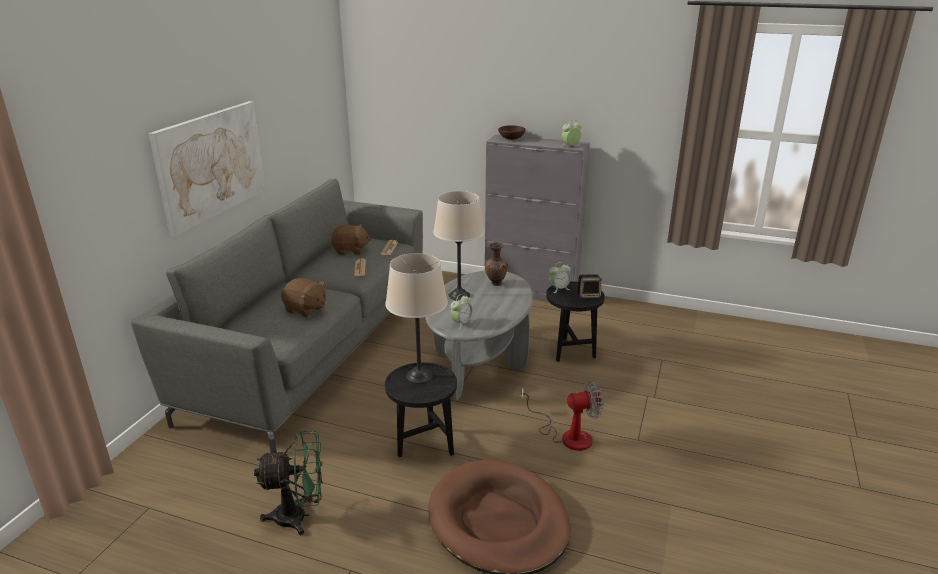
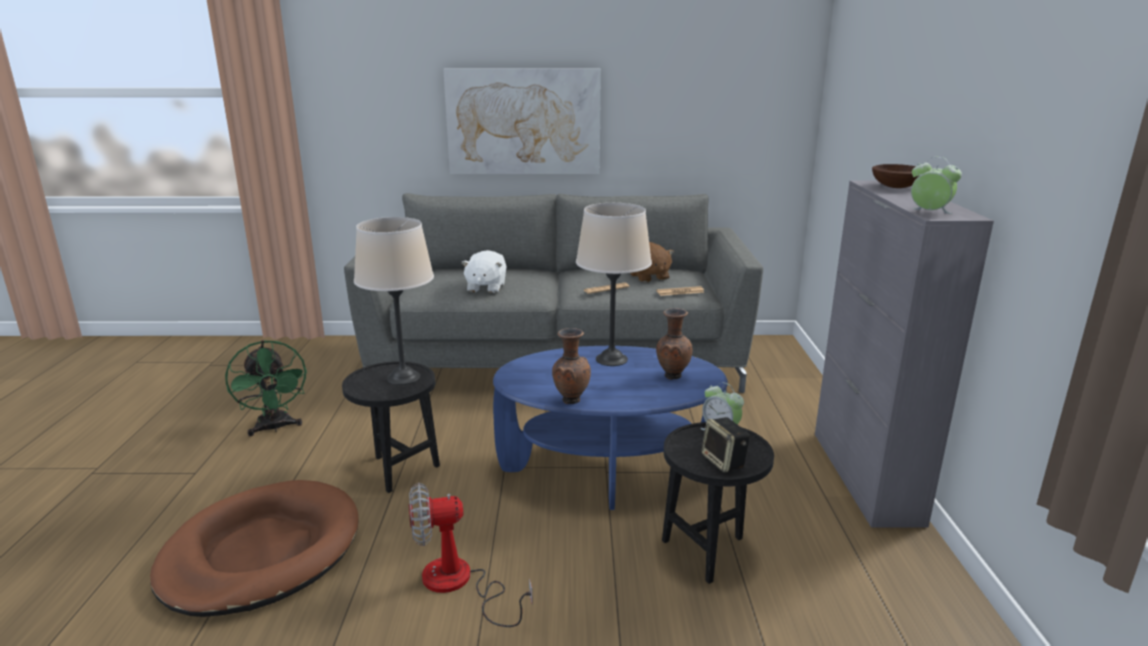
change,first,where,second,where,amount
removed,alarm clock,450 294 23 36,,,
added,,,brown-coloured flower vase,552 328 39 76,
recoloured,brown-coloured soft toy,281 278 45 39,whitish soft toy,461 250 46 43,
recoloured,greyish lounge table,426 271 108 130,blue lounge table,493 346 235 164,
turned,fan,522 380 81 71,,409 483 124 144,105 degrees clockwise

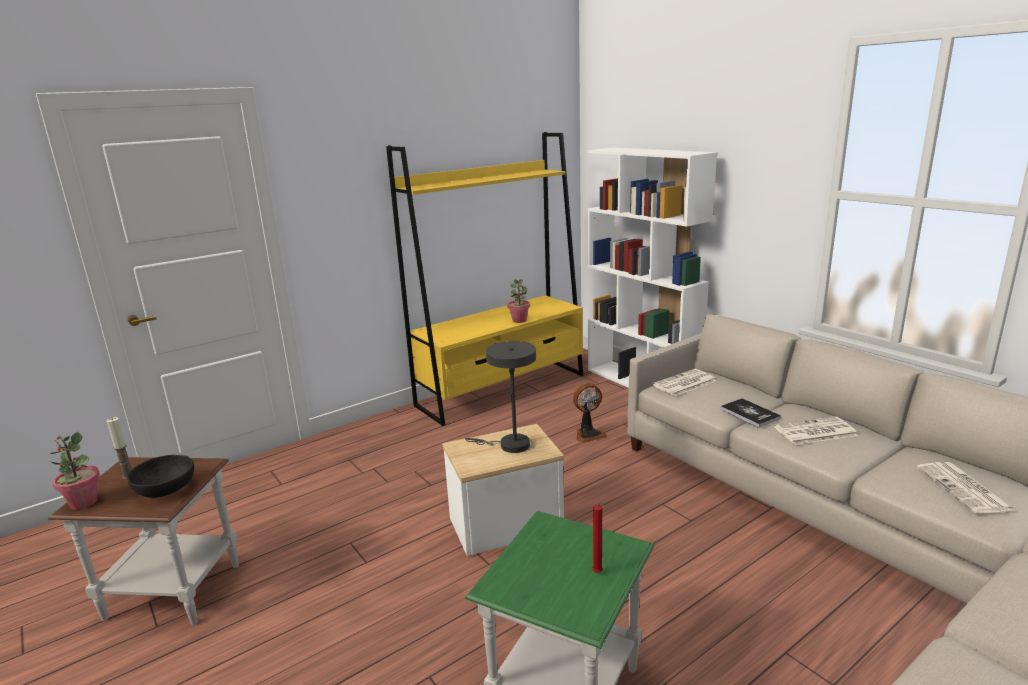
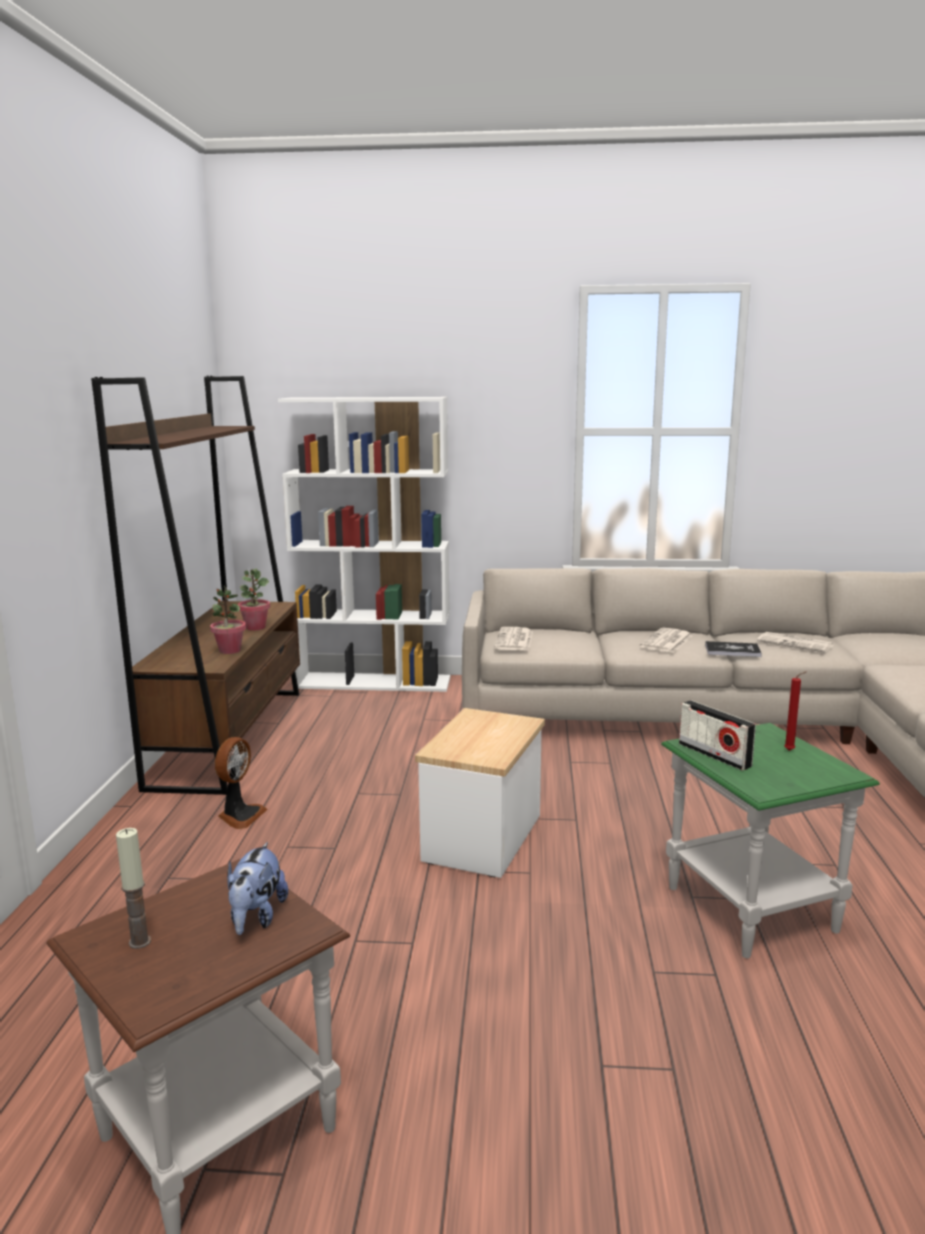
change,first,where,second,where,amount
removed,greyish lamp for a table,465 341 71 112,,,
added,,,radio,679 700 77 70,
moved,plant in a pot,49 432 51 78,,210 586 36 68,
moved,fan,573 383 33 60,,215 737 53 92,
moved,volume,720 398 61 30,,705 641 57 16,
replaced,black bowl,127 455 67 43,soft toy,227 842 61 93,
recoloured,yellowish bookcase,386 132 197 294,brown-coloured bookcase,91 376 209 419,

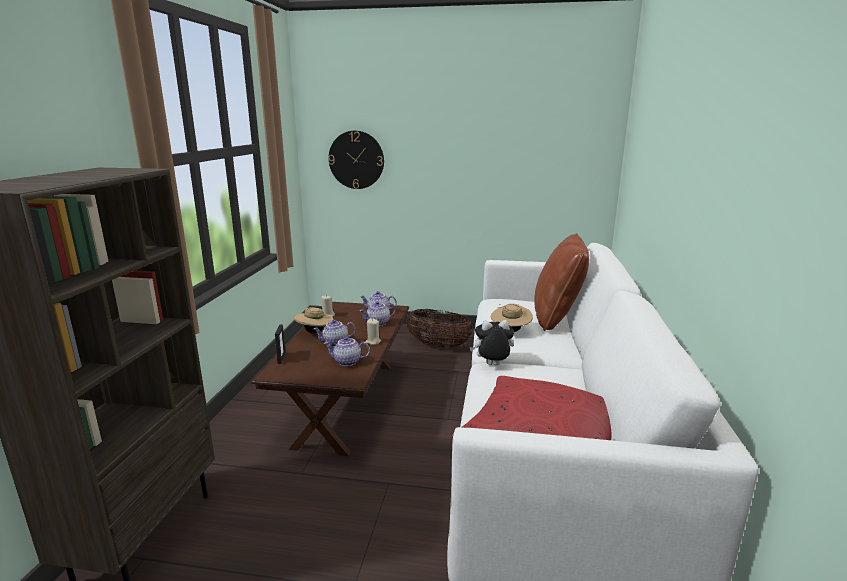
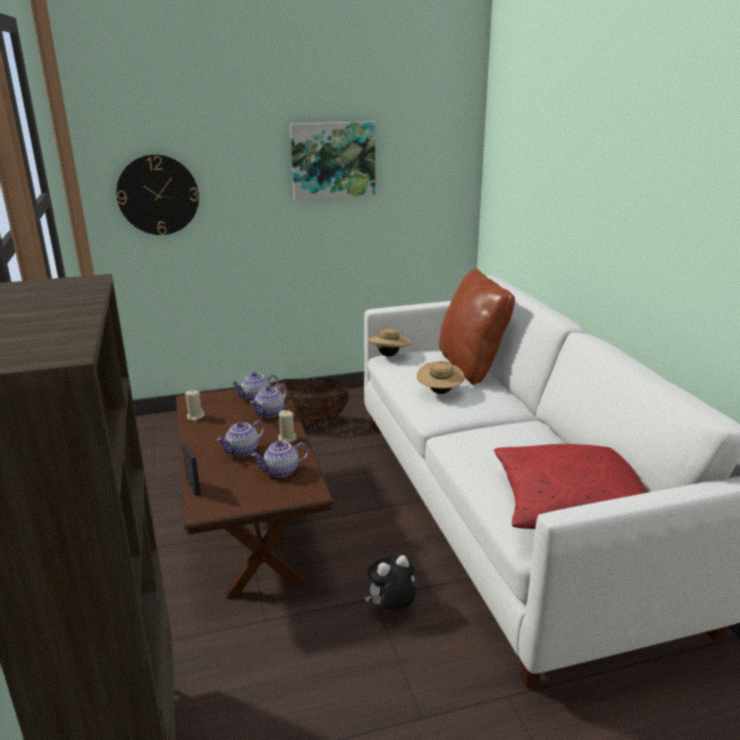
change,first,where,second,where,amount
added,,,wall art,290 121 85 79,
moved,beige clothing hat,294 307 40 26,,368 329 42 28,
moved,soft toy,469 320 45 46,,365 555 51 55,

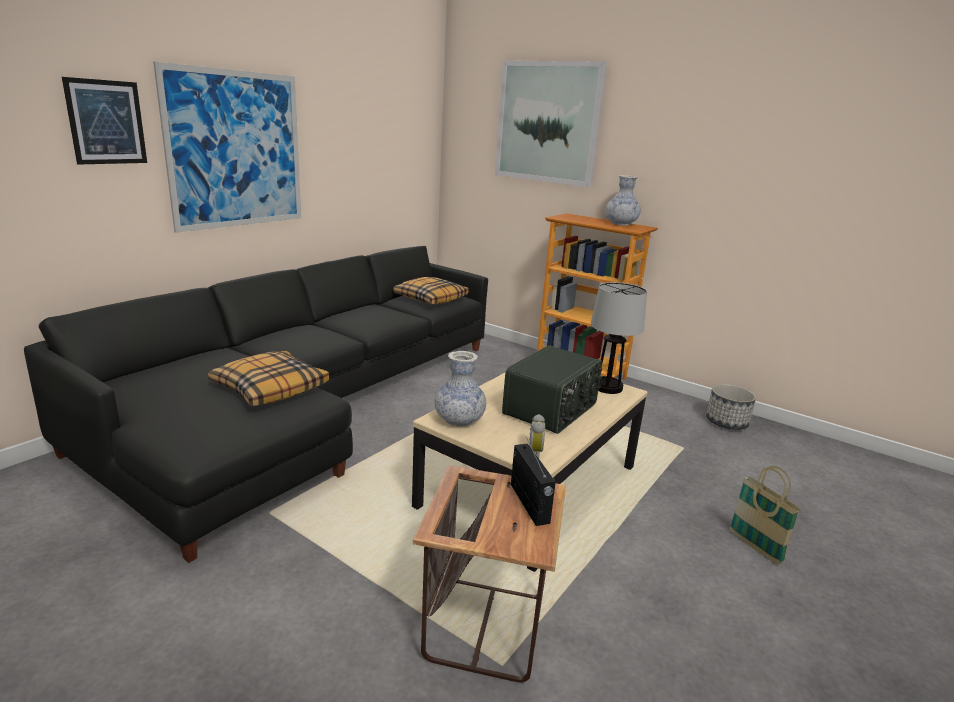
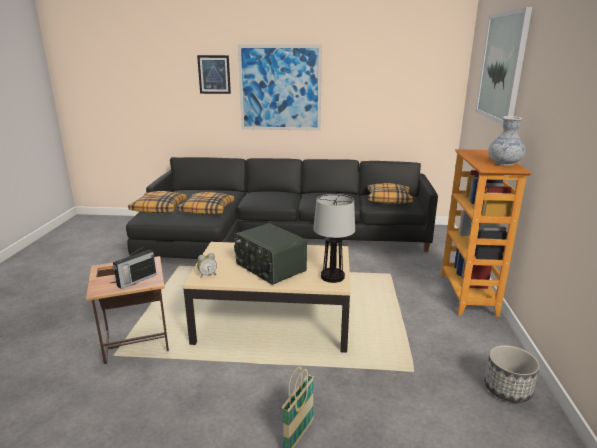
change,first,where,second,where,amount
removed,flower vase,435 351 51 76,,,
added,,,pillow,128 191 59 22,
turned,radio,502 345 100 89,,234 223 73 62,45 degrees clockwise

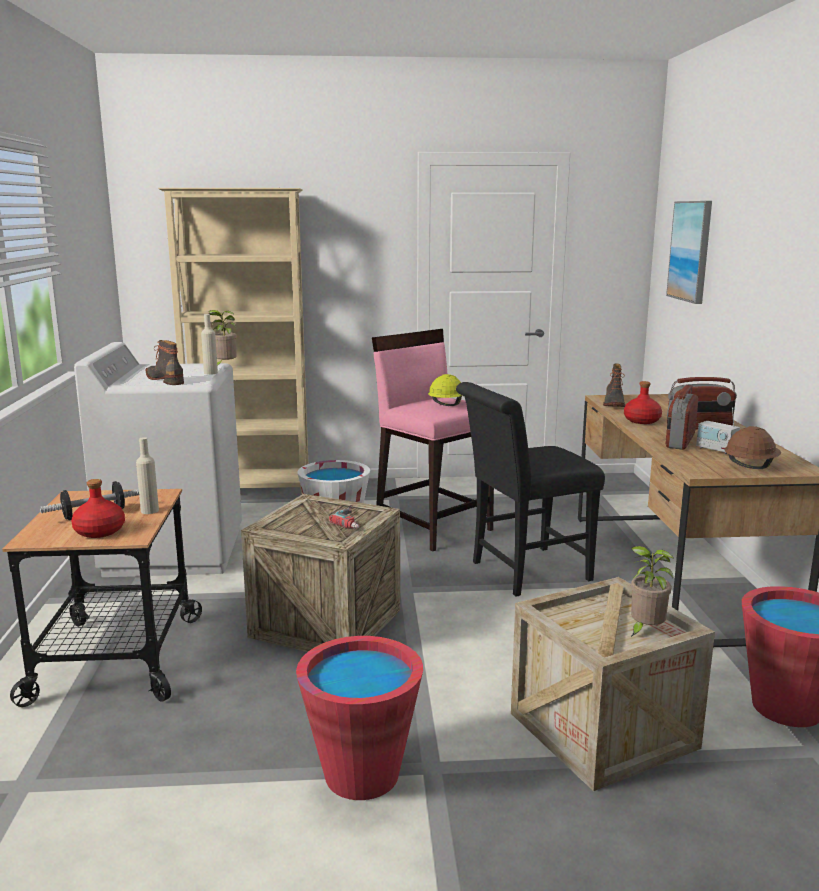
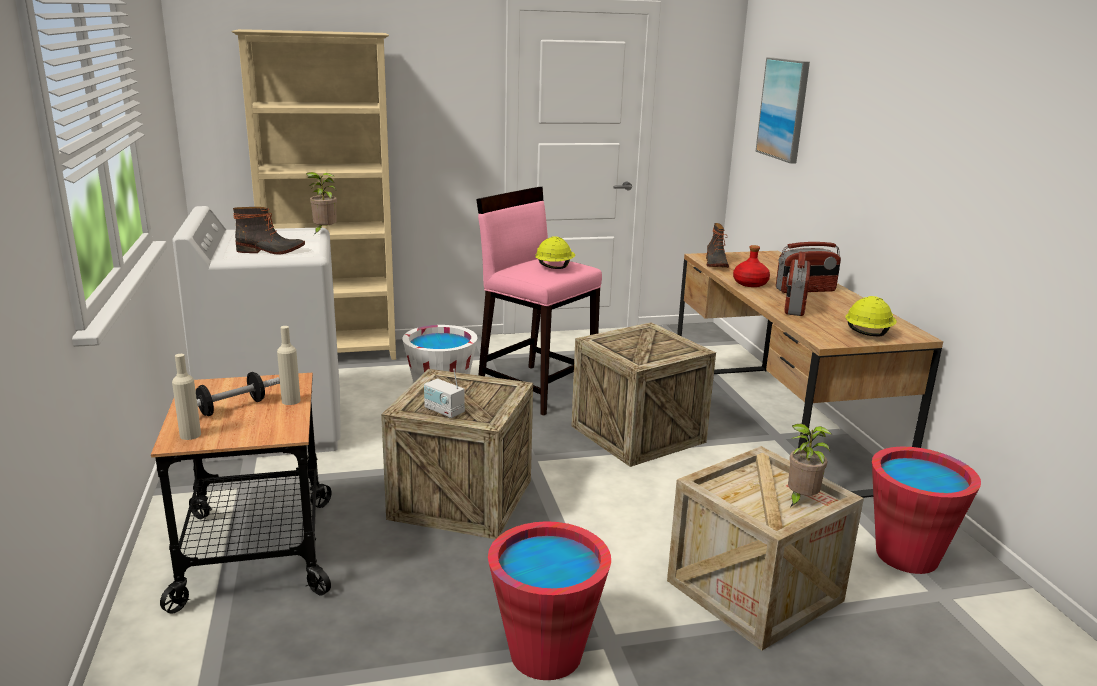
change,first,where,second,where,amount
removed,reddish beverage bottle,71 479 54 59,,,
removed,electric drill,329 505 30 24,,,
moved,beige beverage bottle,201 314 17 61,,172 354 29 86,
moved,radio,696 407 44 47,,424 369 41 49,
replaced,black plain chair,456 382 149 214,packing crate,571 322 145 145,
recoloured,brown-coloured safety helmet,724 426 57 43,yellowish safety helmet,845 296 52 40,
turned,boot,146 340 38 45,,233 207 72 47,135 degrees clockwise

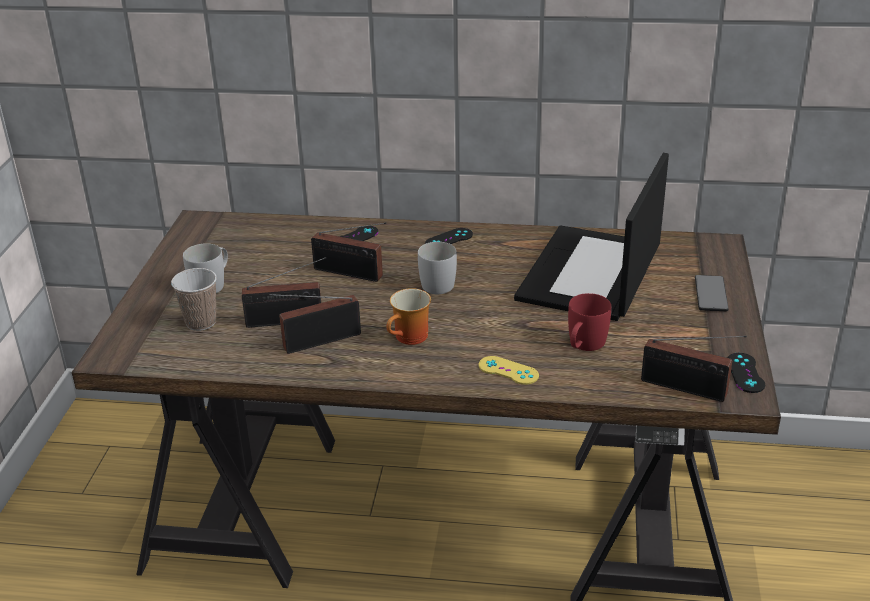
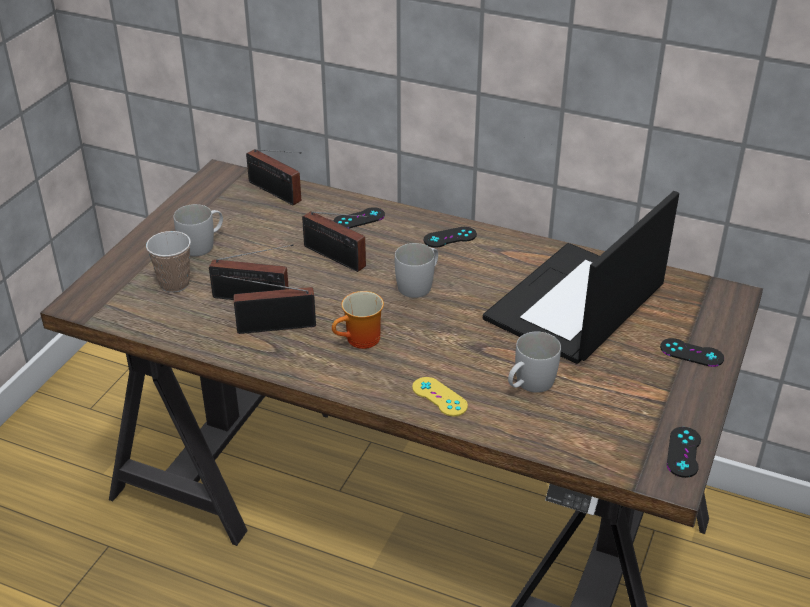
change,first,where,second,where,amount
moved,radio,641 336 106 66,,246 149 56 56,
replaced,telephone,695 275 34 36,black joypad,660 338 64 29,
recoloured,reddish tea mug,568 293 43 58,whitish tea mug,508 331 53 62,

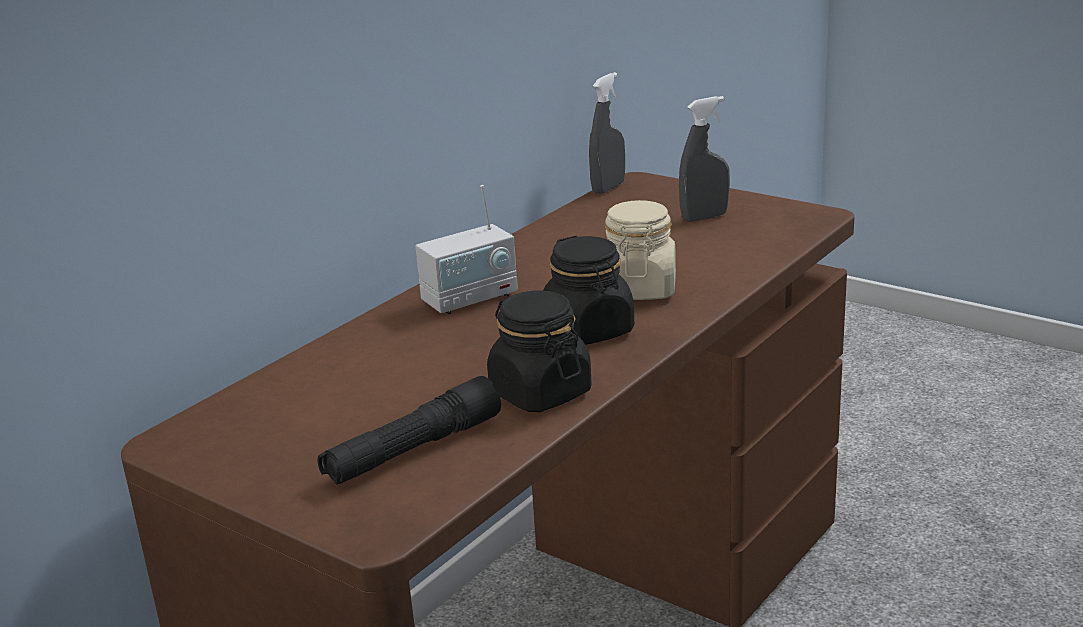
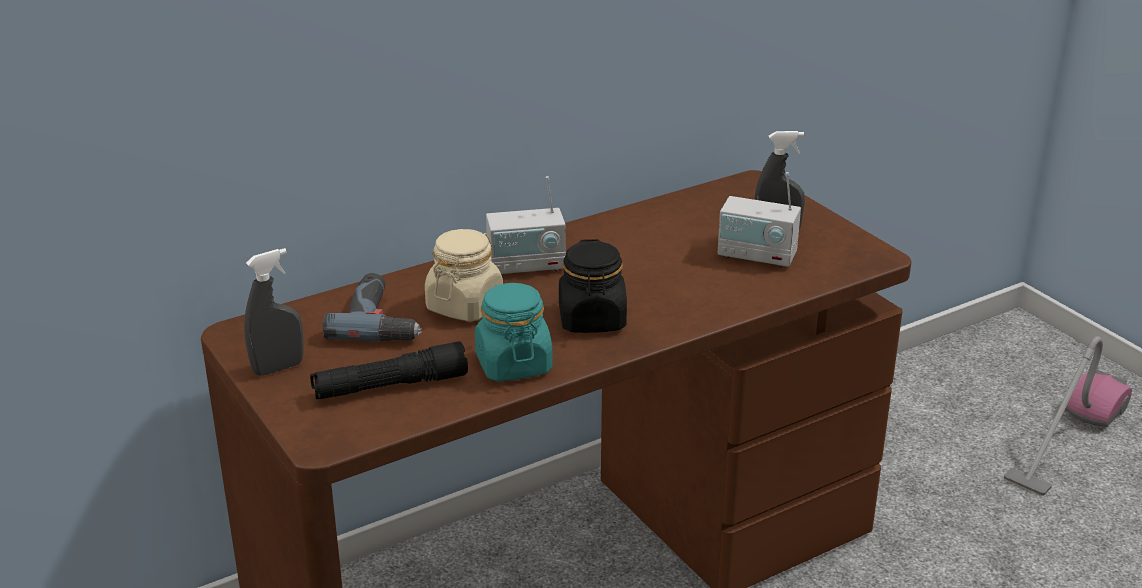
change,first,where,second,where,amount
added,,,electric drill,323 273 99 68,
added,,,radio,718 172 83 96,
added,,,vacuum cleaner,1004 336 128 160,
moved,greyish sprayer,589 72 36 122,,244 248 60 128,
moved,beige storage jar,605 200 71 100,,425 229 78 93,
recoloured,black storage jar,487 290 105 122,turquoise-coloured storage jar,475 283 78 98,

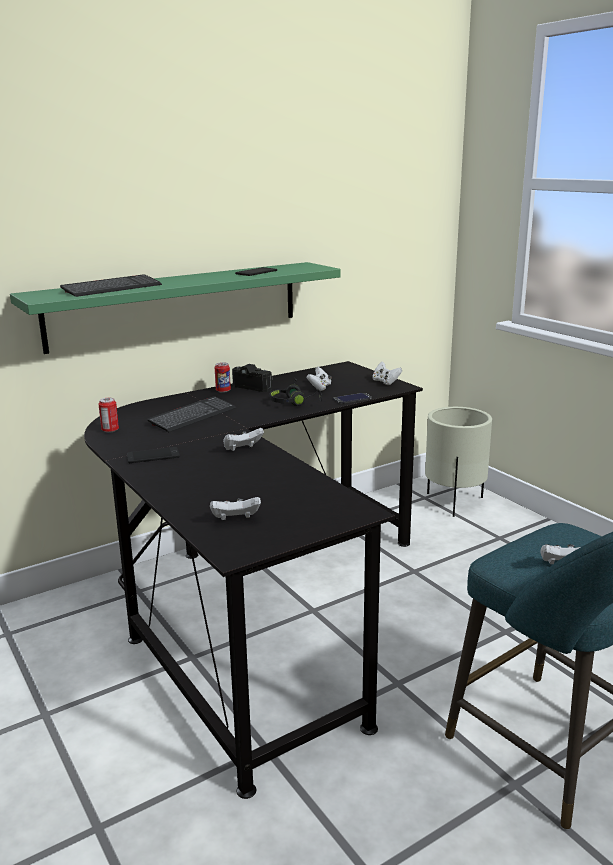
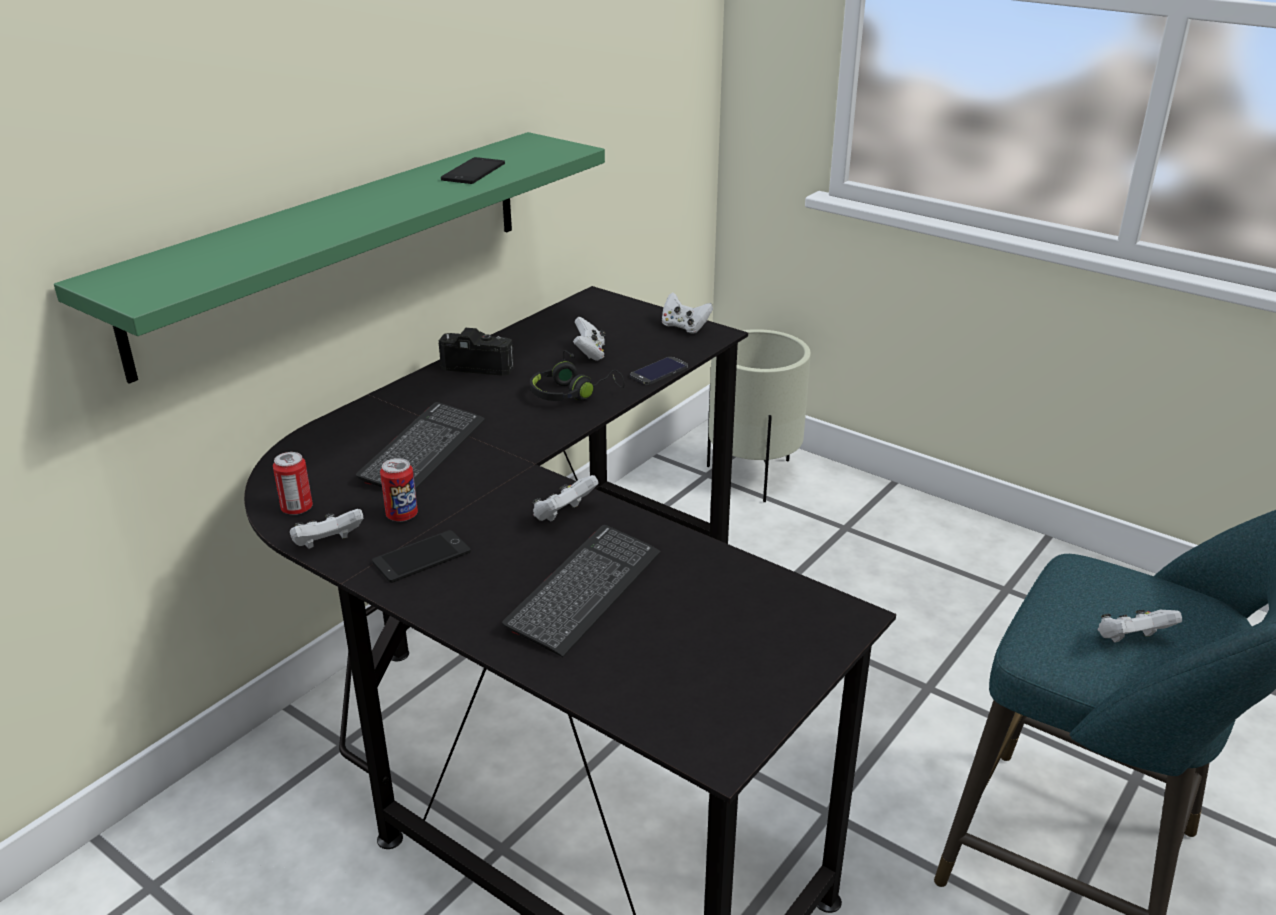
change,first,where,second,where,amount
moved,computer keyboard,60 274 102 23,,502 525 159 132,
moved,whitish joypad,210 497 51 23,,290 509 73 40,
moved,sealed can,215 362 16 31,,380 458 38 64,

